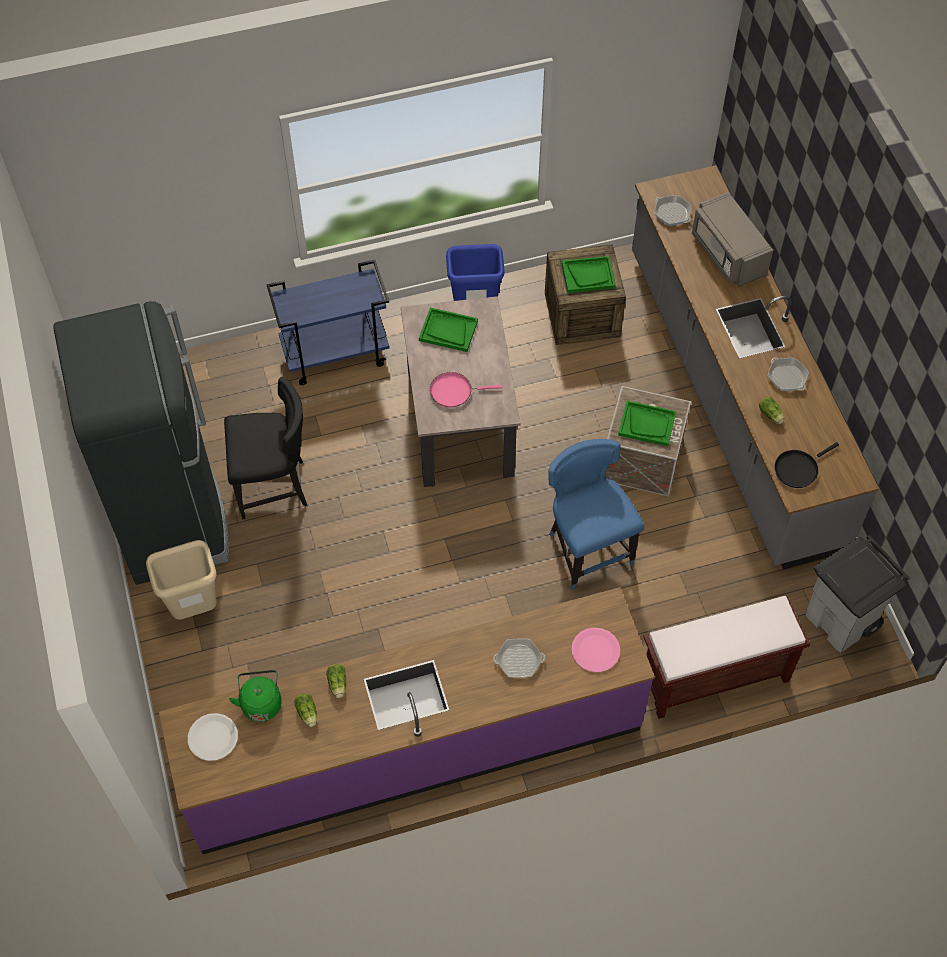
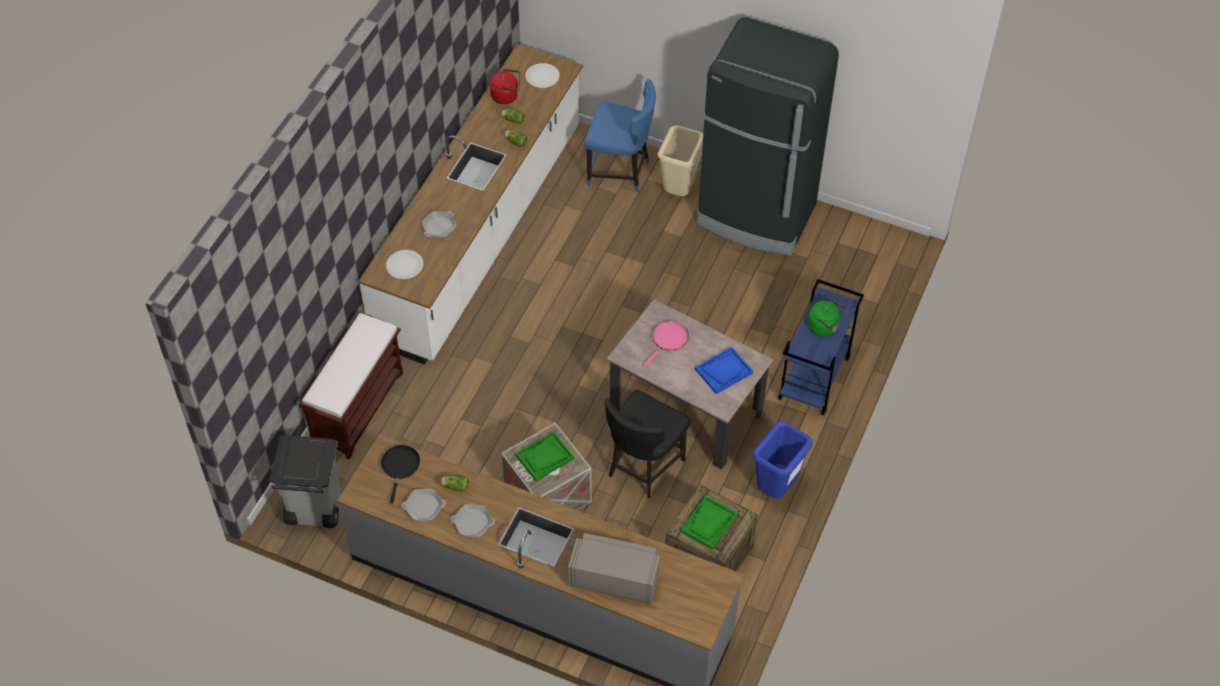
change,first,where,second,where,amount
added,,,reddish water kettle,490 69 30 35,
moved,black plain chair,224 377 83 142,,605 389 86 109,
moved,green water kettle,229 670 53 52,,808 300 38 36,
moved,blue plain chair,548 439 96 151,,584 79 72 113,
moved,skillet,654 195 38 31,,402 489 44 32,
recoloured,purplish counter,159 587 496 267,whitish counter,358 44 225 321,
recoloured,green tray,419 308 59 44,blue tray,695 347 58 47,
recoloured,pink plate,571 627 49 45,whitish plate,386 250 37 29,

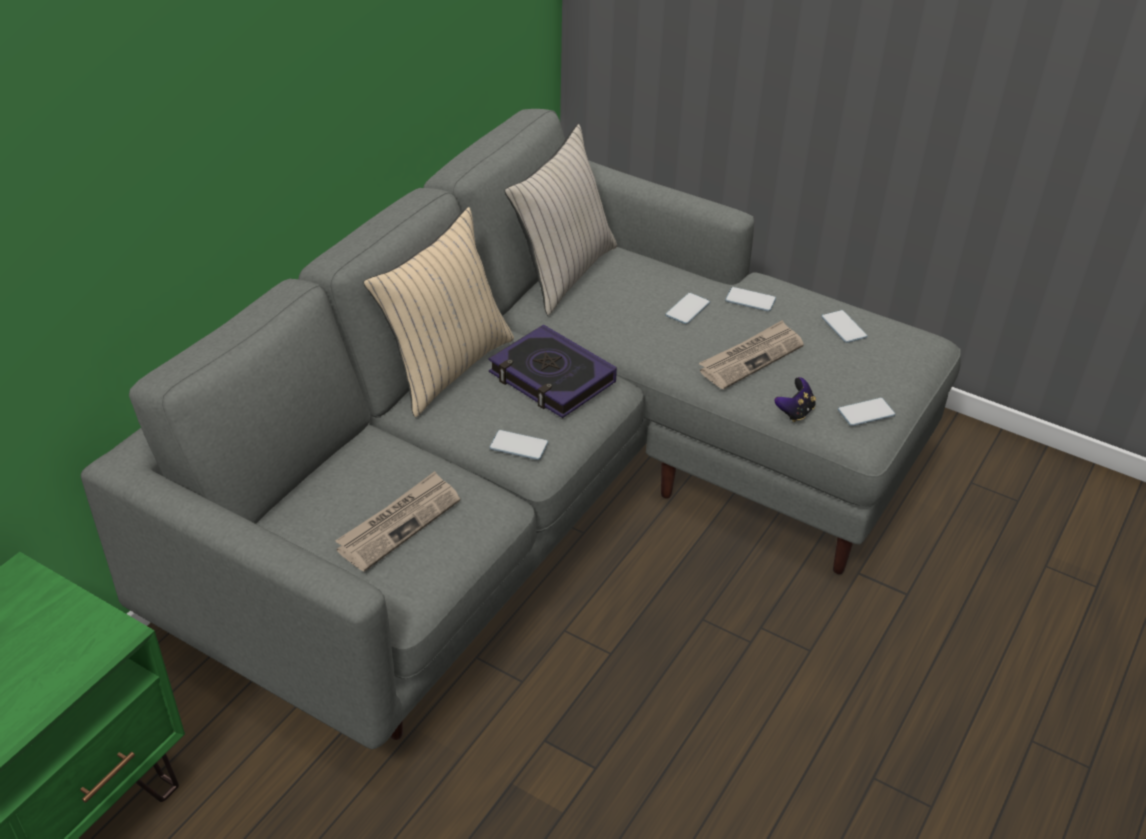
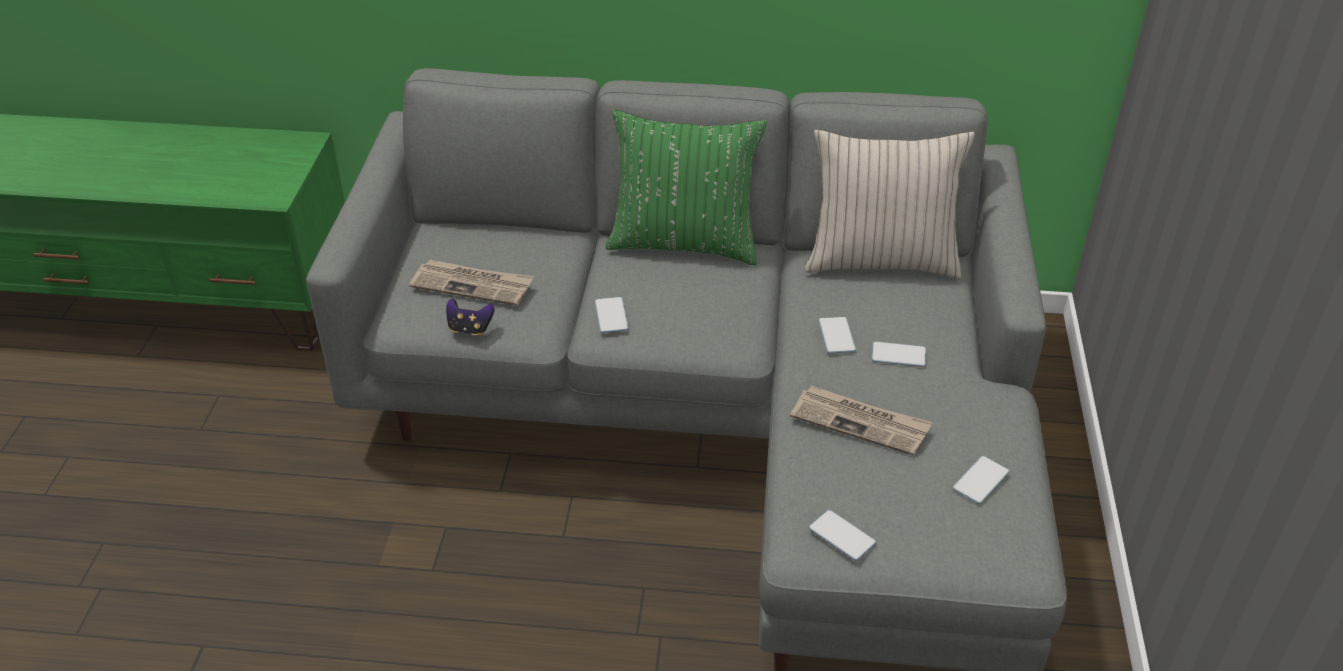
change,first,where,second,where,amount
removed,volume,488 324 129 94,,,
moved,telephone,725 287 51 25,,818 317 38 37,
moved,joypad,774 377 42 45,,446 299 49 36,
recoloured,beige pillow,363 207 151 210,green pillow,606 110 161 155,

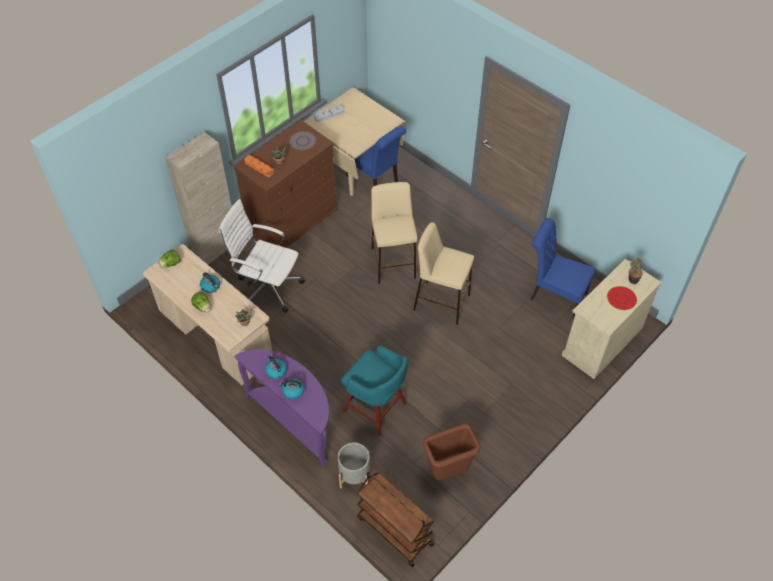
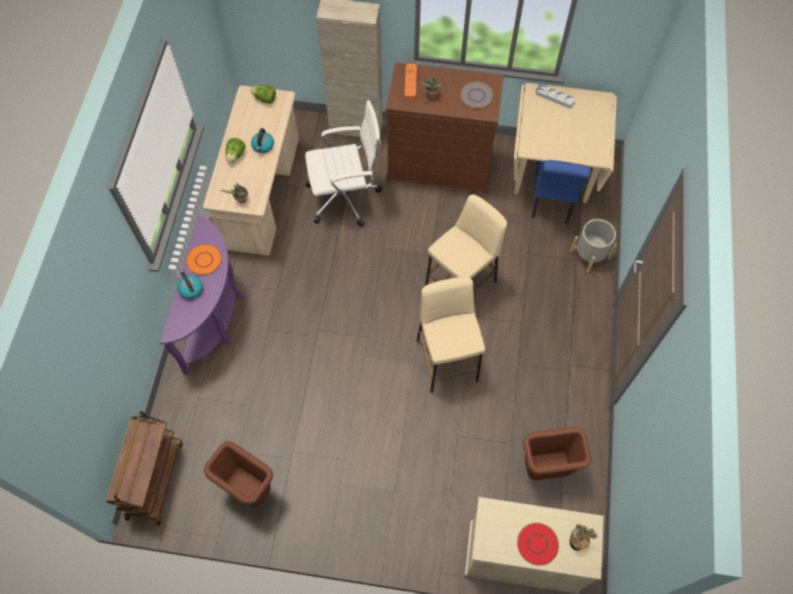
change,first,where,second,where,amount
removed,turquoise-coloured sitting stool,341 346 67 90,,,
moved,greyish plant pot,338 443 32 45,,570 219 47 54,
replaced,water kettle,265 355 22 24,orange-coloured plate,186 244 36 31,
replaced,blue plain chair,530 218 66 101,brown-coloured trash can,524 427 67 53,
turned,whitish office chair,219 199 86 114,,305 100 77 127,90 degrees clockwise

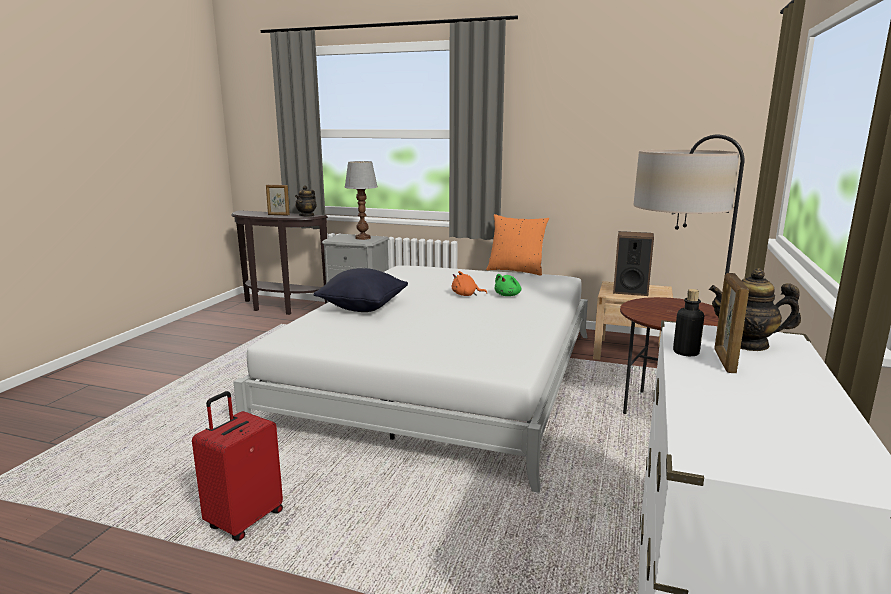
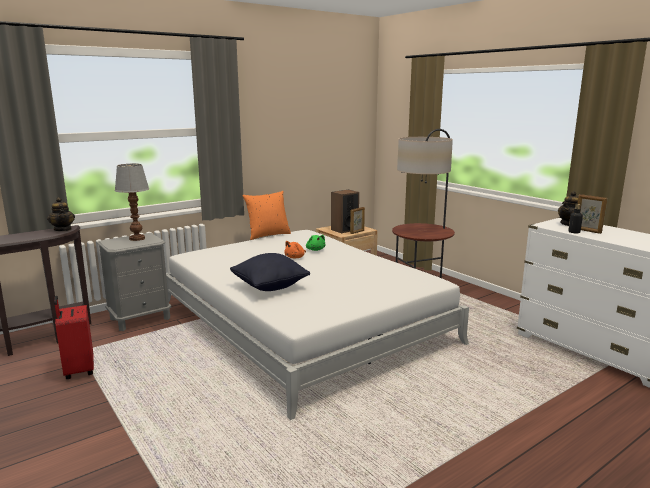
change,first,where,second,where,amount
moved,reddish suitcase,192 391 91 150,,54 296 40 83,
moved,picture frame,266 185 24 30,,350 207 15 27,

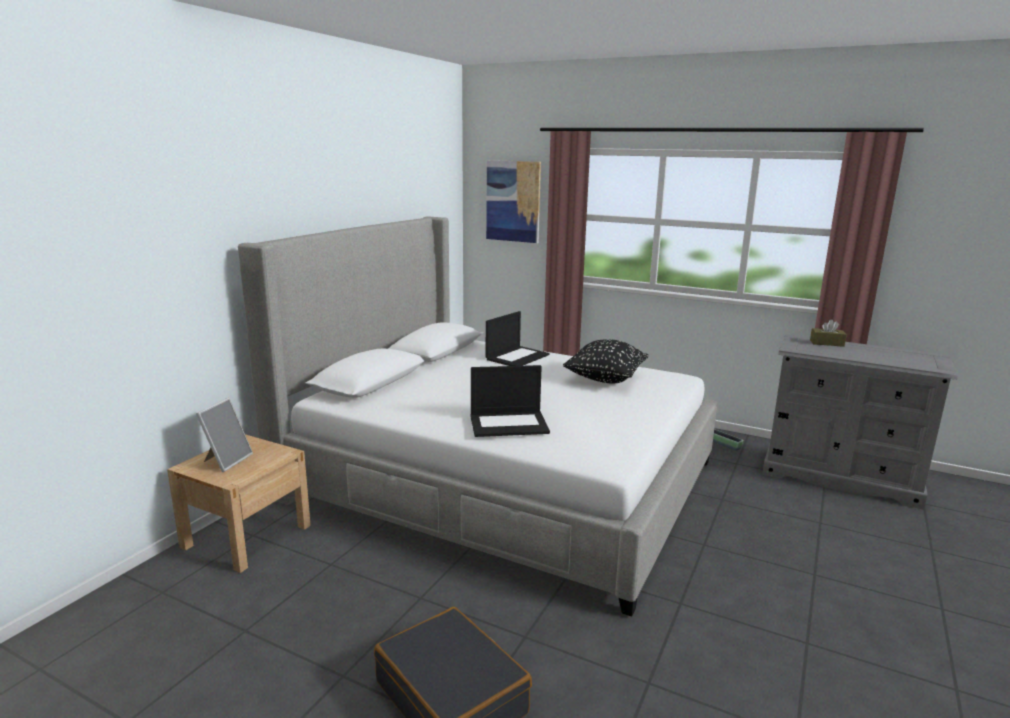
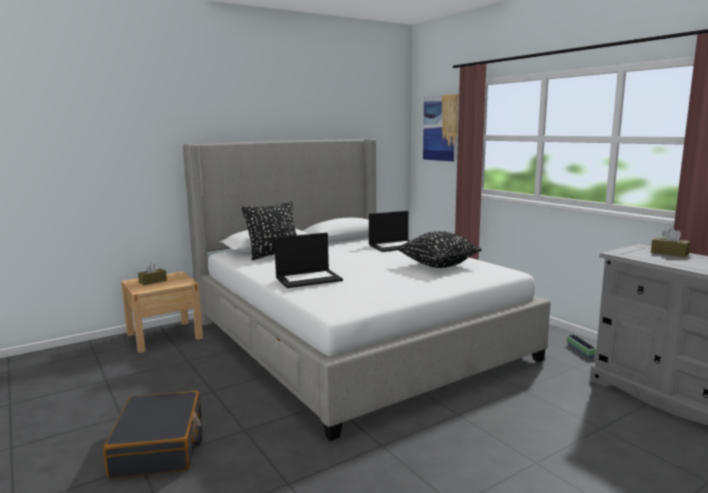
change,first,where,second,where,amount
added,,,black pillow,242 201 55 60,
replaced,picture frame,196 398 57 74,brown-coloured box of tissues,138 262 29 23,
turned,portable computer,470 365 80 72,,274 233 69 55,45 degrees counterclockwise

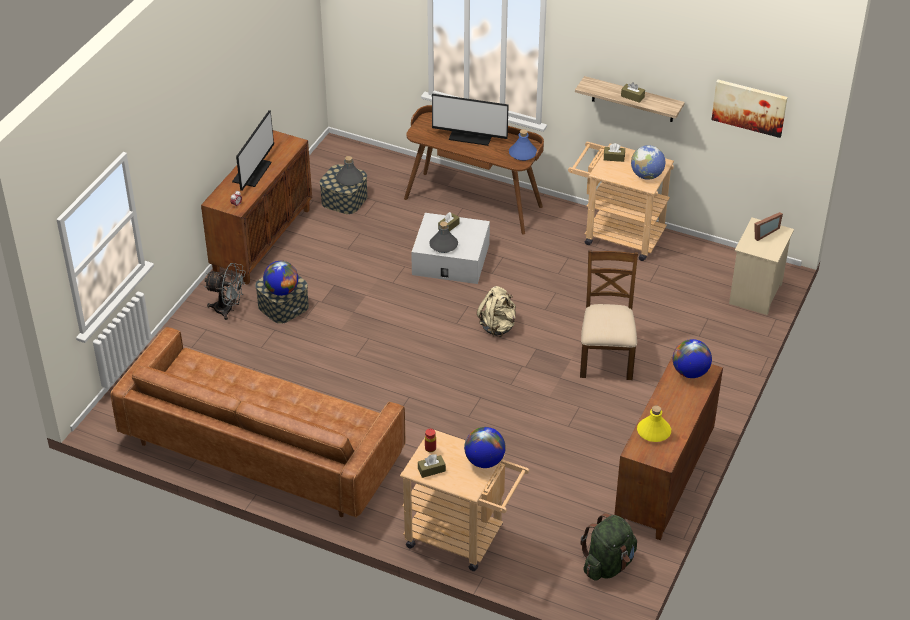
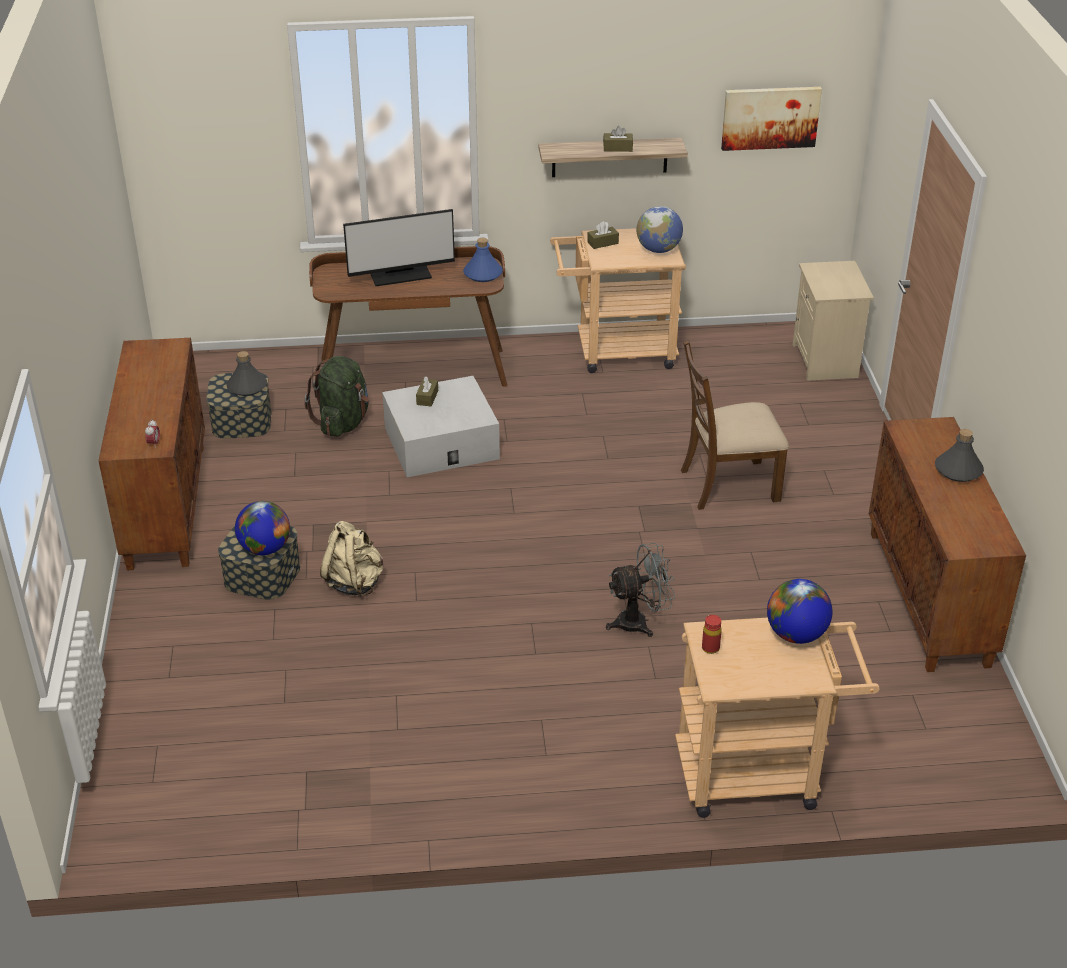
change,first,where,second,where,amount
removed,brown-coloured settee,110 327 295 191,,,
removed,monitor,232 110 42 81,,,
removed,brown-coloured box of tissues,418 454 28 24,,,
removed,yellowish beverage bottle,637 405 34 37,,,
removed,globe,673 339 39 39,,,
removed,picture frame,754 212 29 29,,,
moved,greyish fan,204 263 42 57,,606 543 69 94,
moved,greyish beverage bottle,429 221 29 32,,935 429 49 53,
moved,beige knapsack,477 286 39 51,,320 521 63 76,
moved,green knapsack,580 513 57 68,,305 356 64 81,
turned,brown-coloured plain chair,580 250 58 130,,681 341 108 169,75 degrees counterclockwise

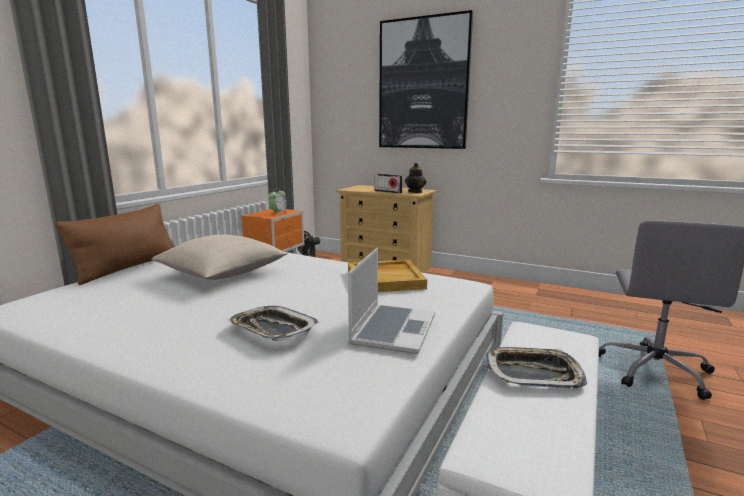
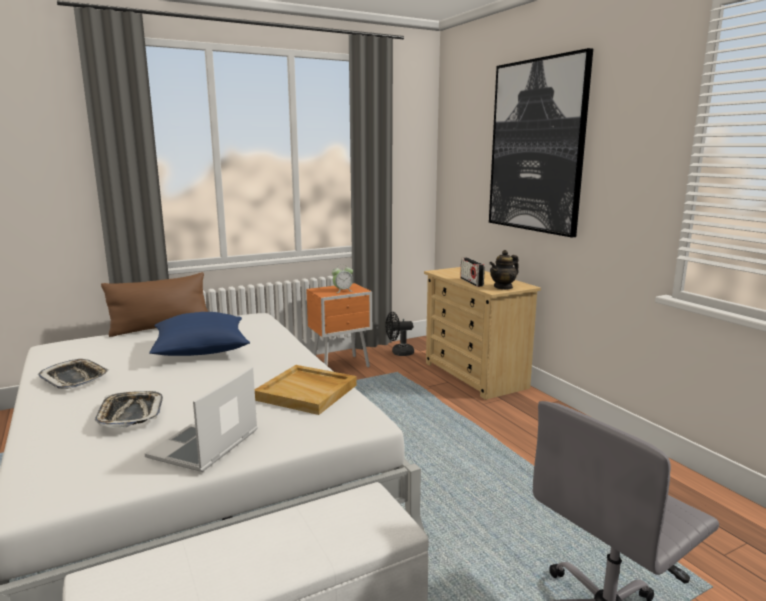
change,first,where,second,where,amount
moved,tray,483 347 104 42,,38 359 71 30,
recoloured,beige pillow,152 234 136 46,blue pillow,149 312 101 44,
turned,portable computer,348 248 87 106,,145 367 113 105,150 degrees clockwise

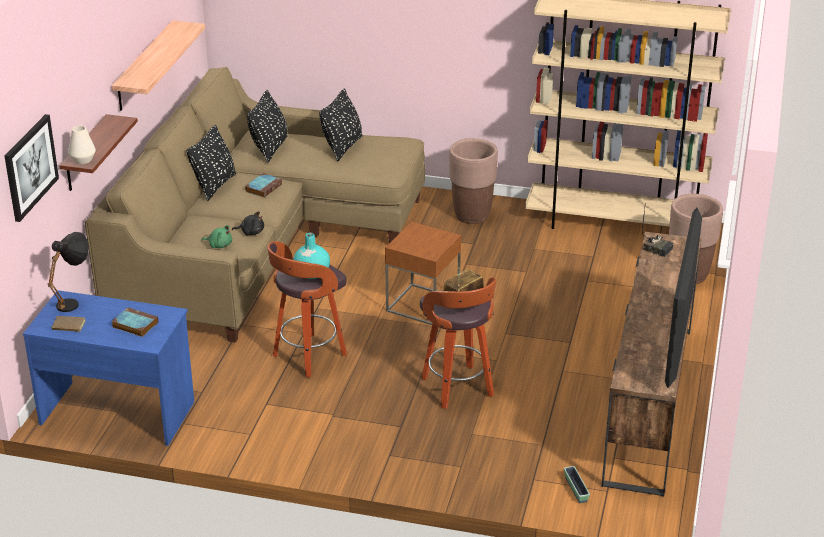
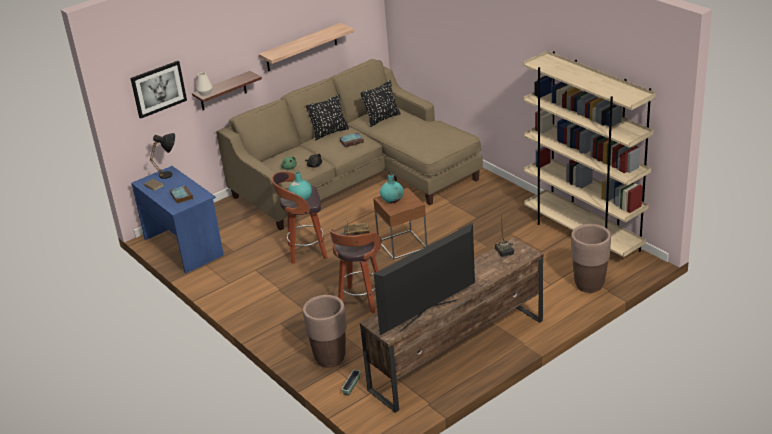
change,first,where,second,where,amount
removed,black pillow,319 88 43 73,,,
added,,,turquoise-coloured flower vase,380 173 24 30,
moved,brown-coloured plant pot,449 138 49 86,,303 295 43 73,

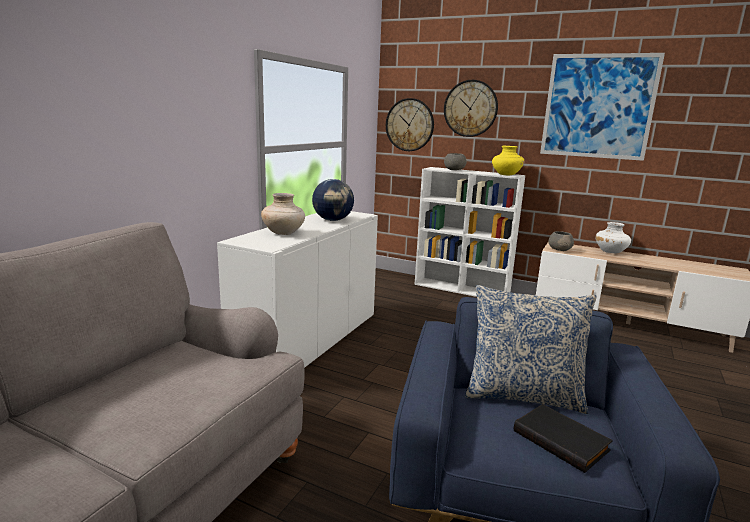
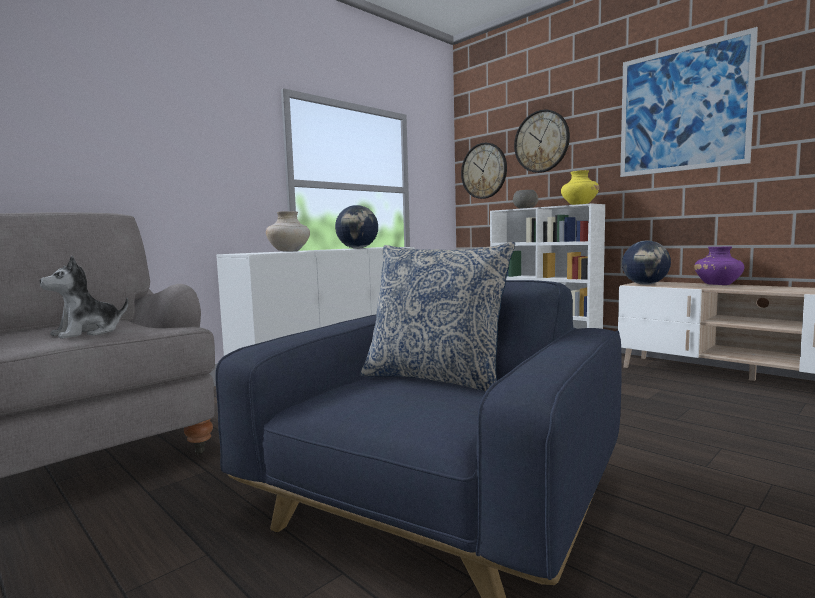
change,first,where,second,where,amount
removed,black volume,514 404 99 69,,,
added,,,soft toy,39 256 89 83,
replaced,greyish bowl,549 231 25 20,globe,622 240 49 45,
recoloured,whitish flower vase,595 222 36 32,purplish flower vase,694 246 50 39,

